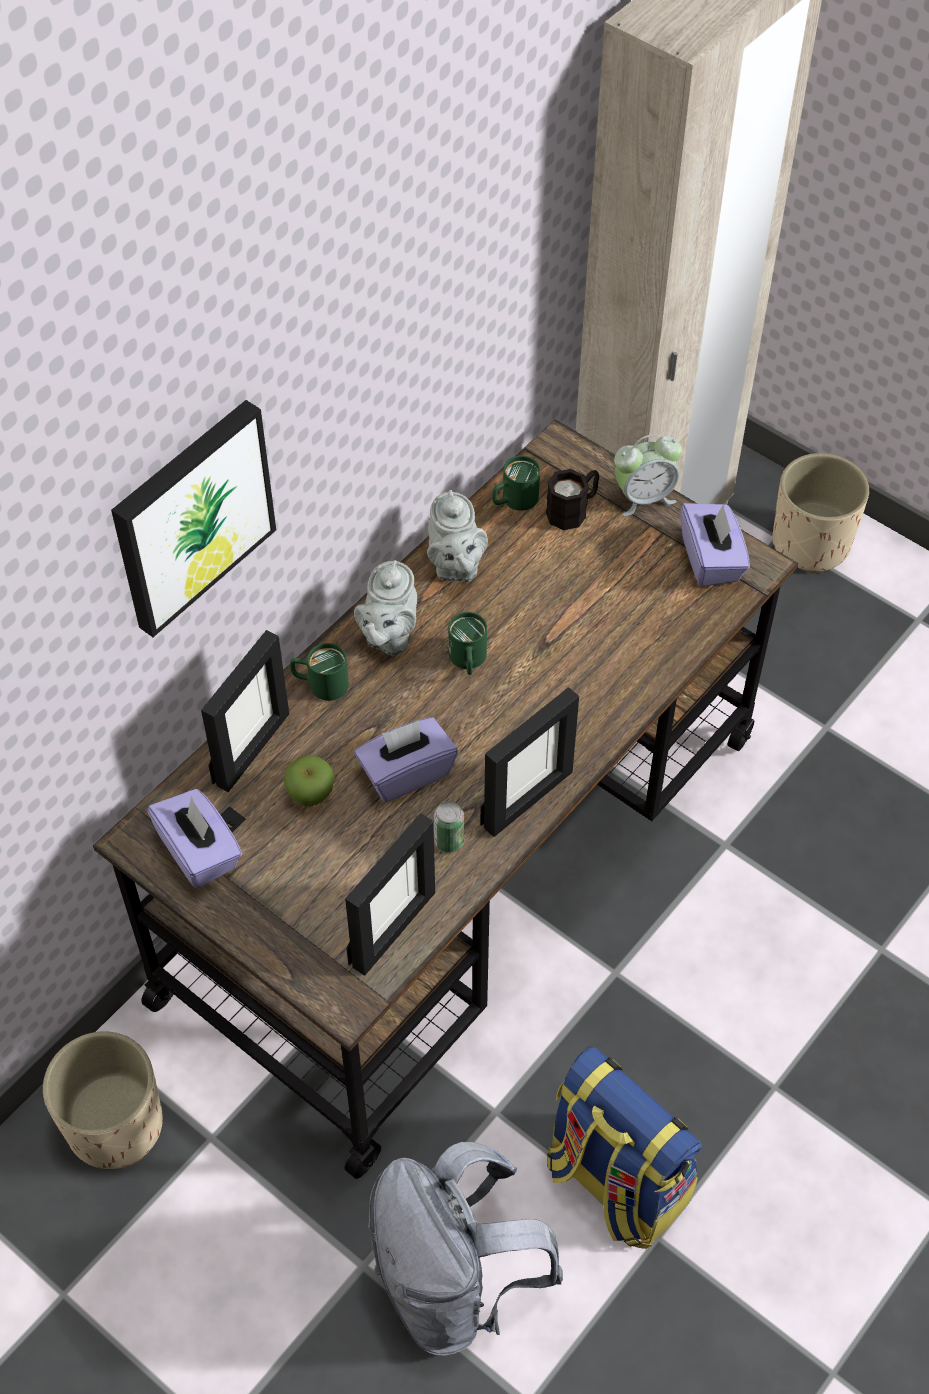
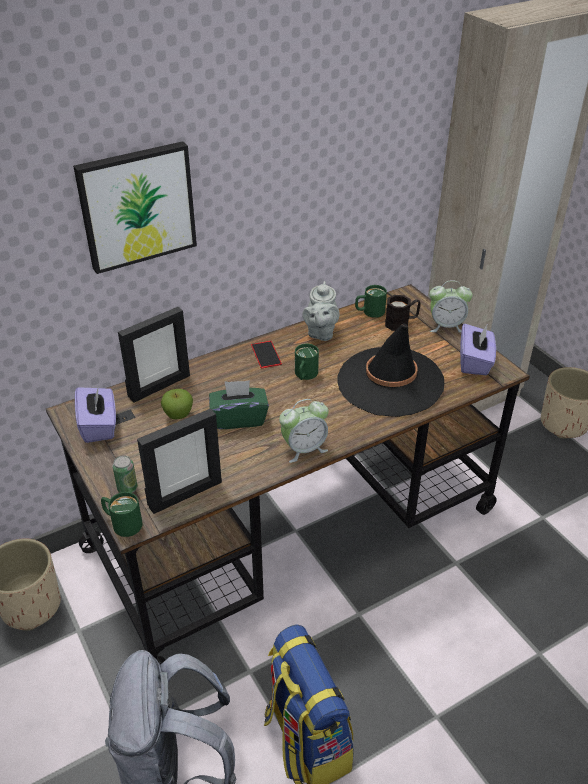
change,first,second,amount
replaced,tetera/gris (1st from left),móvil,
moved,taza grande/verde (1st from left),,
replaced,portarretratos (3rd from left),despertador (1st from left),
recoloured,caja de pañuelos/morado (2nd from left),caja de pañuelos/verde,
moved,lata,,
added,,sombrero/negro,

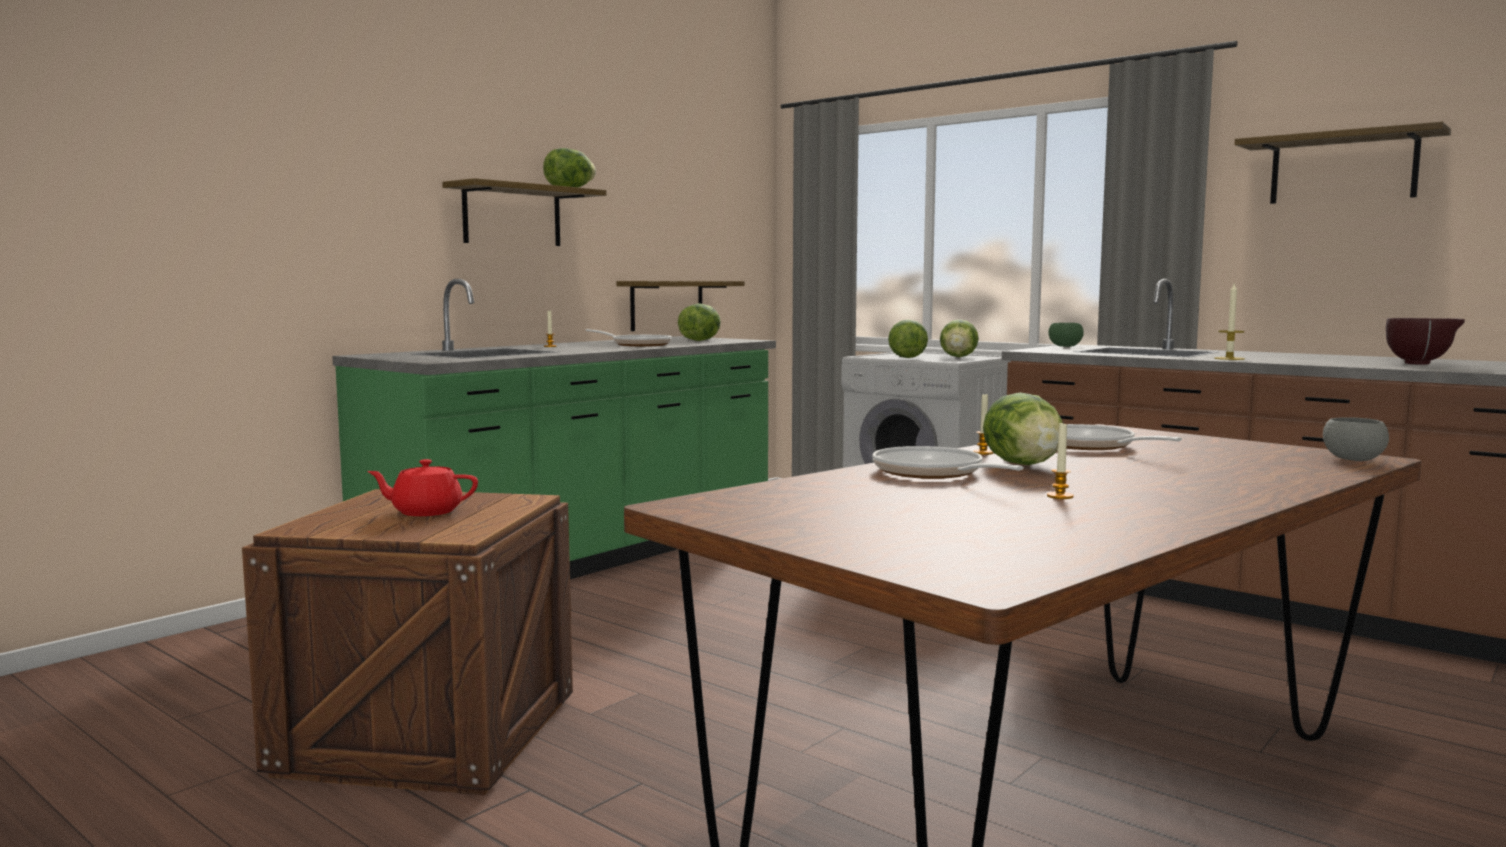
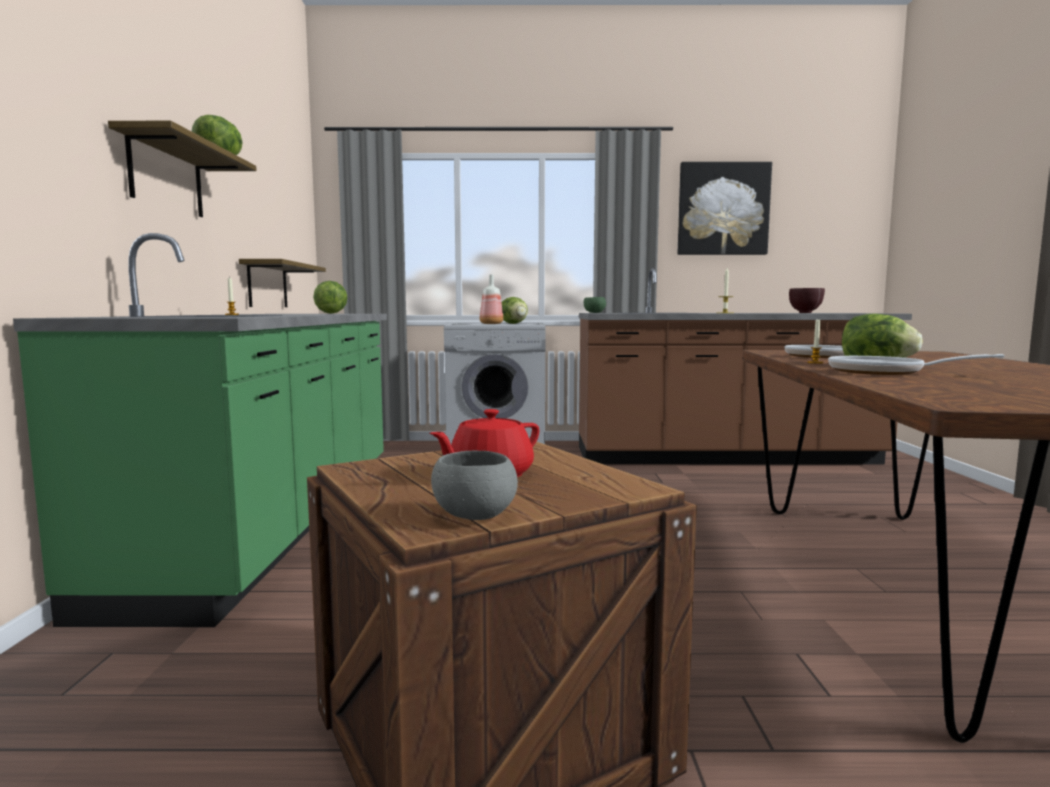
change,first,second,amount
replaced,estante (3rd from left),cuadro,
replaced,lechuga (3rd from left),botella,
removed,sartén (1st from left),,
moved,cuenco/gris,,
removed,vela (3rd from left),,

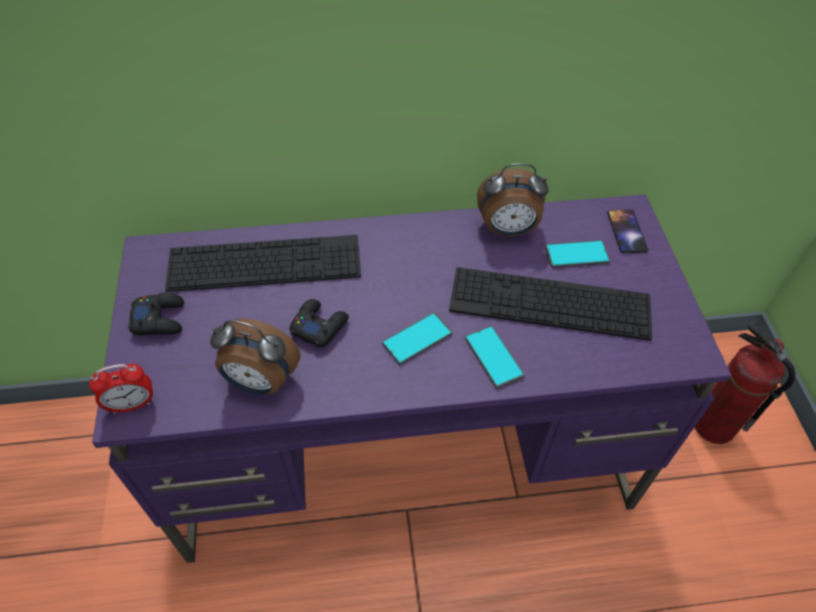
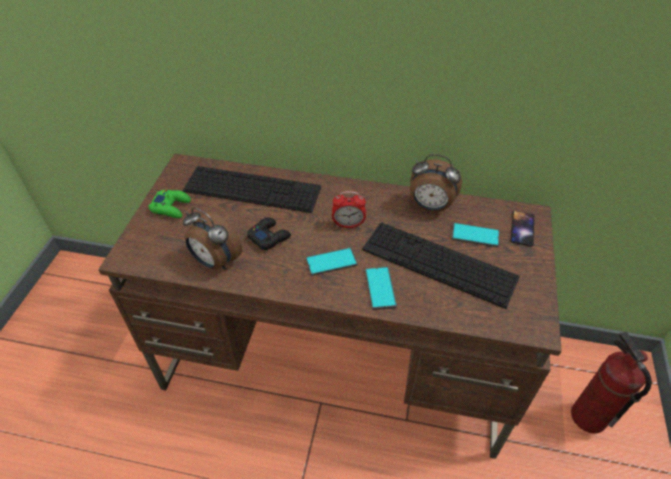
change,first,second,amount
recoloured,escritorio/morado,escritorio/marrón,
recoloured,mando de consola/negro (1st from left),mando de consola/verde,
moved,despertador (1st from left in the first image),despertador (2nd from left),

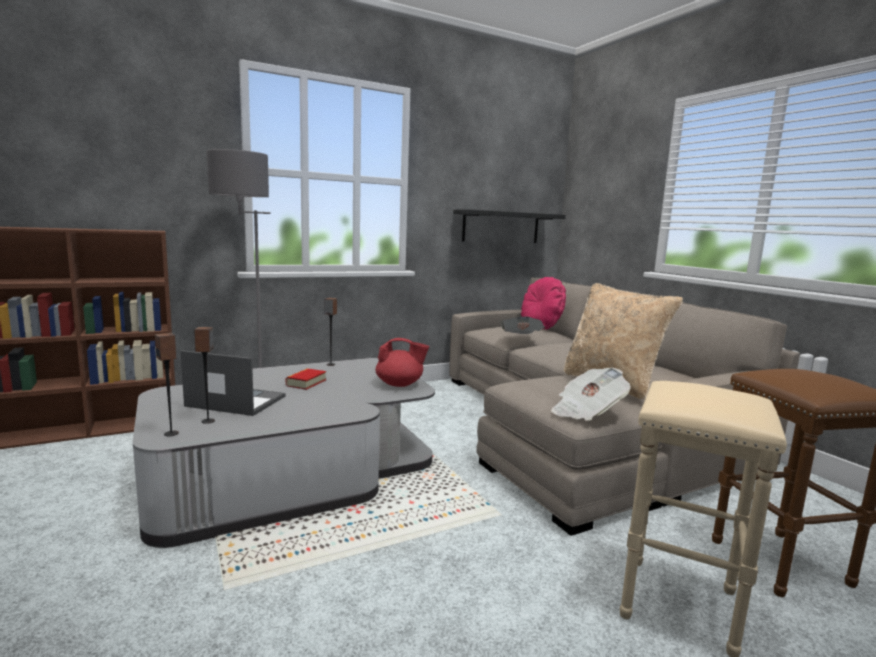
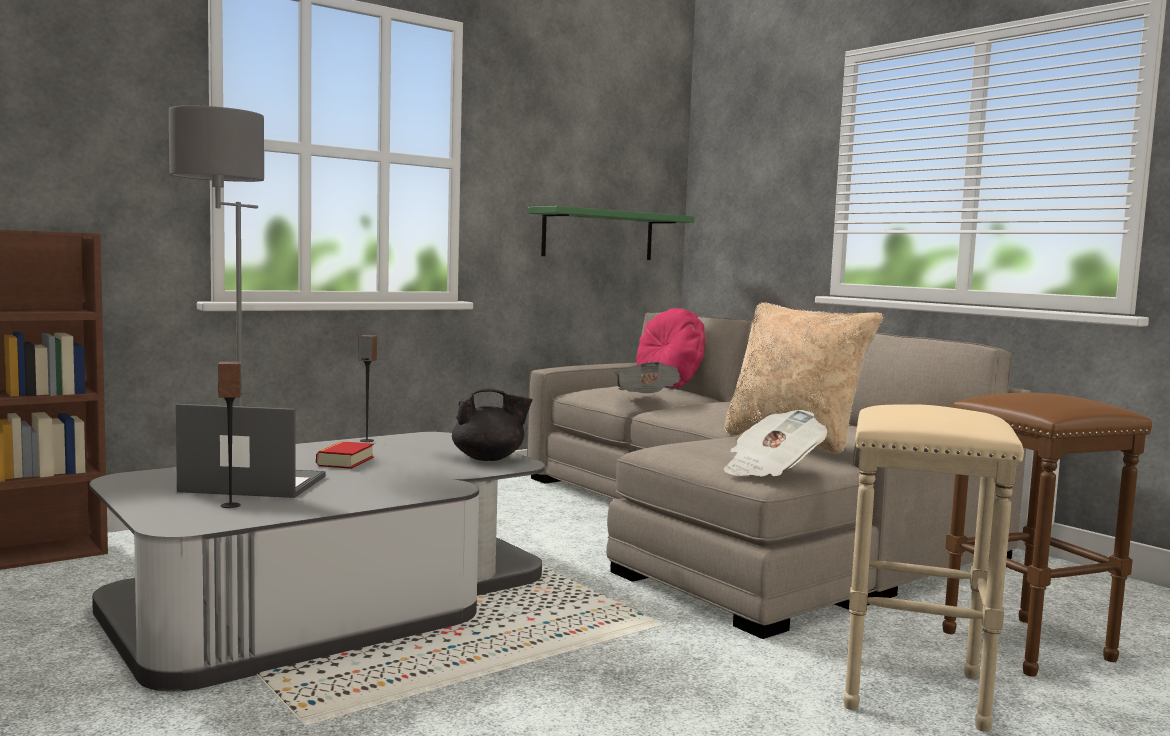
change,first,second,amount
recoloured,estante/negro,estante/verde,
removed,altavoz (1st from left),,
recoloured,tetera/rojo,tetera/negro,

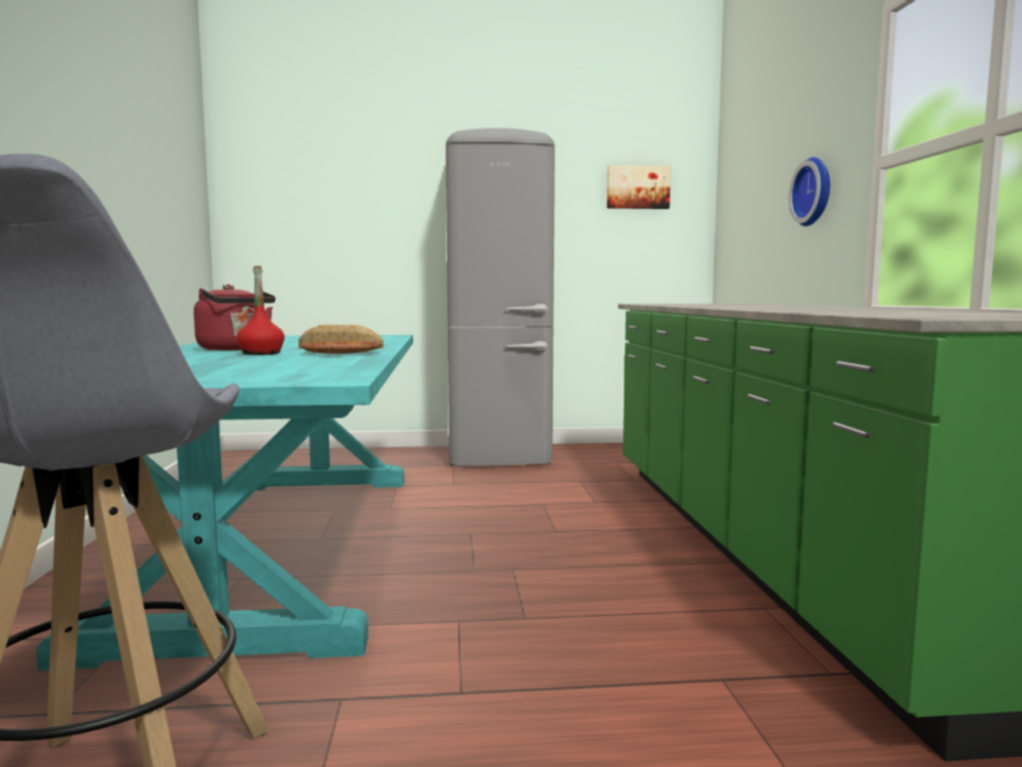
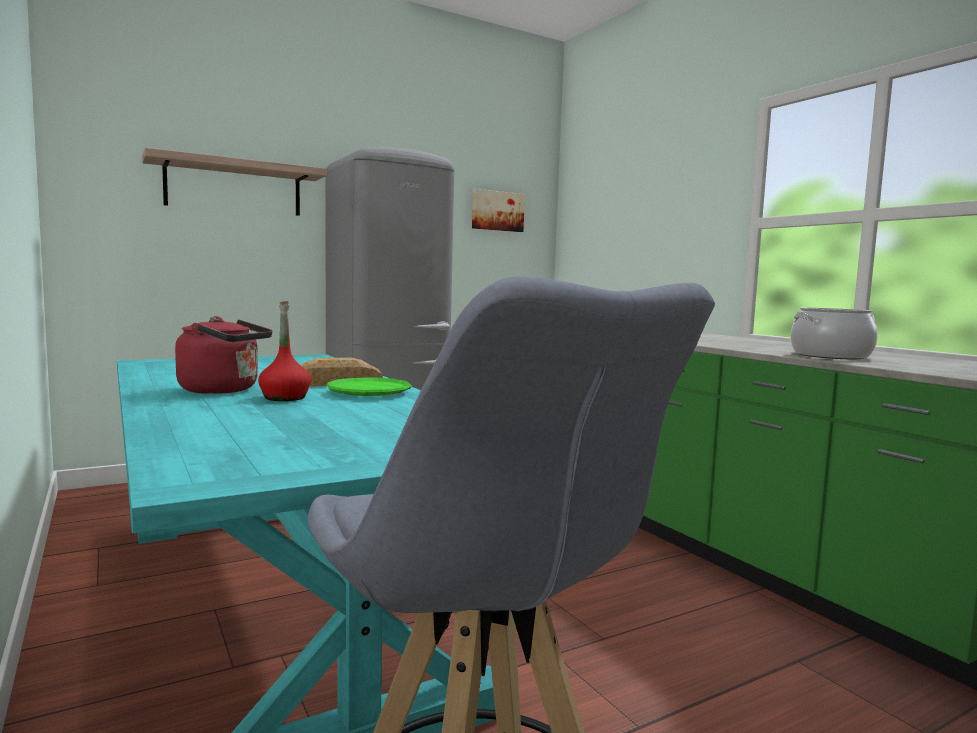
change,first,second,amount
removed,reloj de pared,,
recoloured,plato/marrón,plato/verde,
added,,estante,
added,,olla,

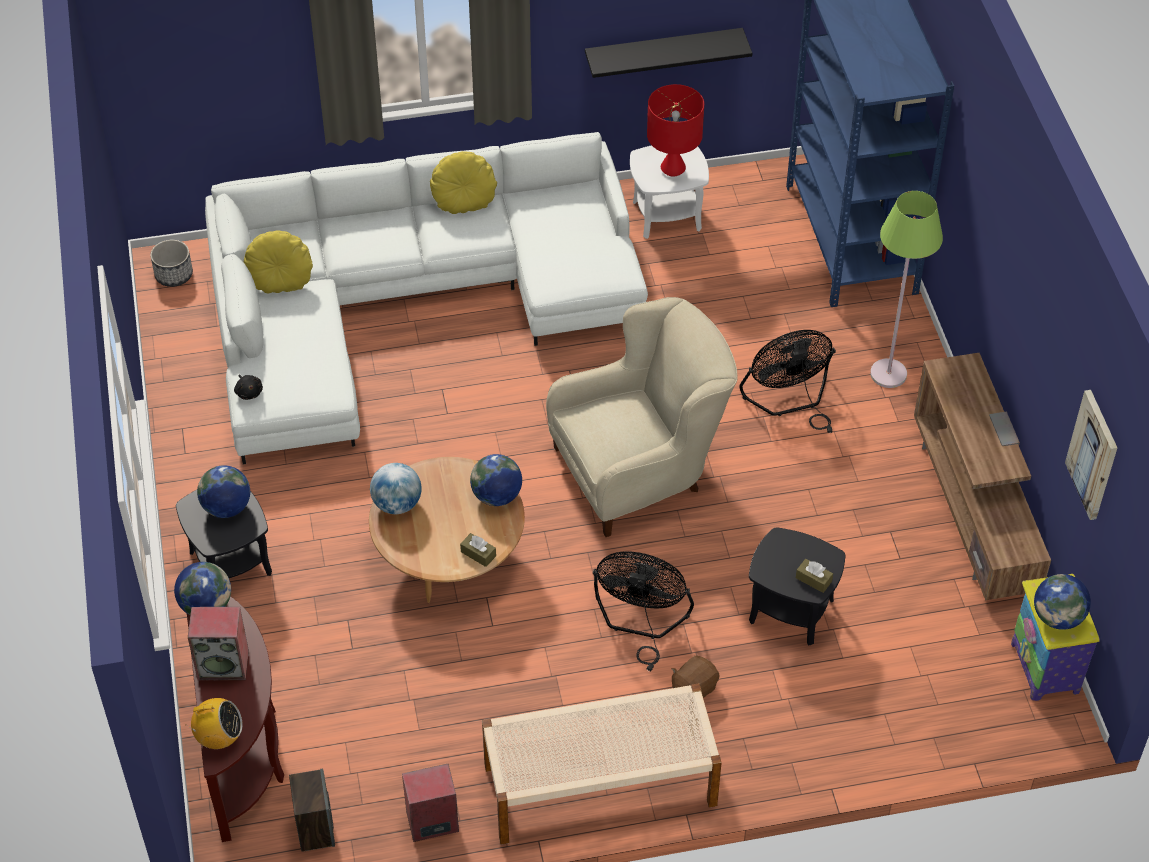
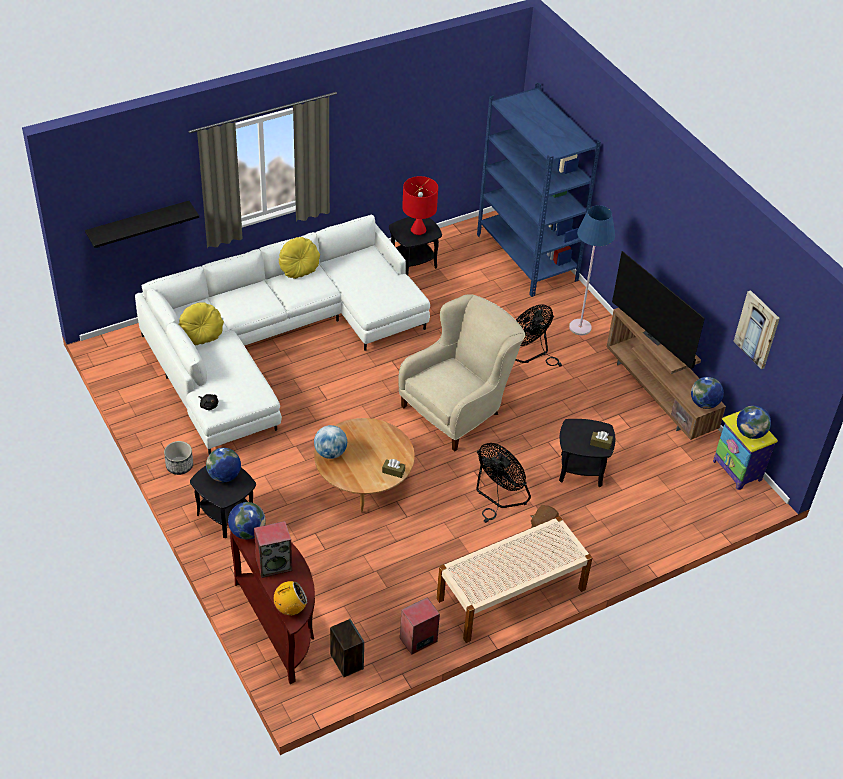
change,first,second,amount
moved,estante/negro,,
recoloured,mesa auxiliar/blanco,mesa auxiliar/negro (2nd from left),
recoloured,lámpara de pie/verde,lámpara de pie/azul,
moved,maceta,,
moved,globo terráqueo (4th from left),,
turned,ventilador/negro (1st from left),,45 degrees clockwise
added,,televisor,

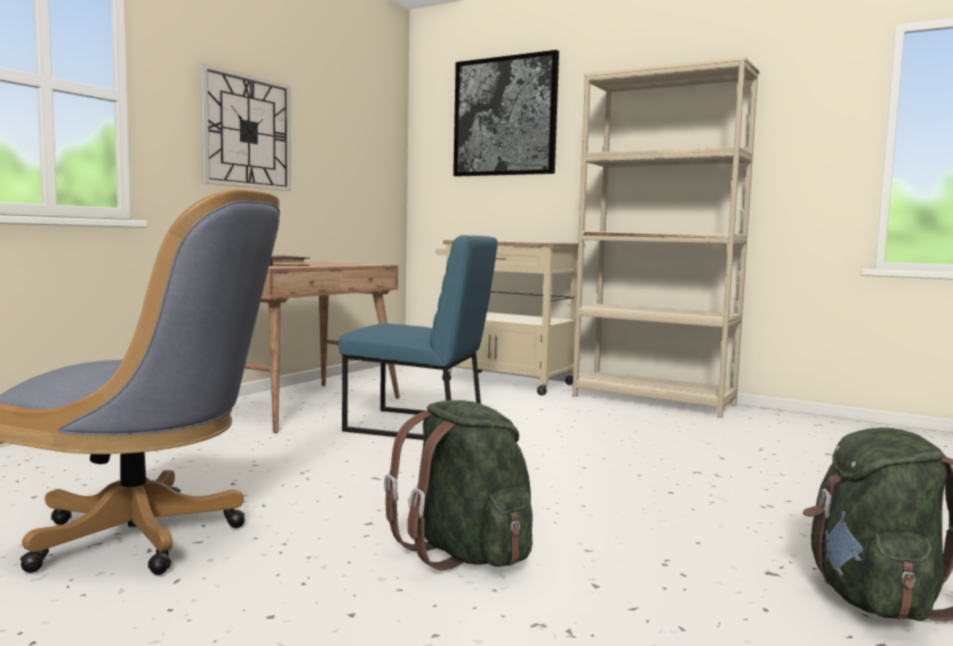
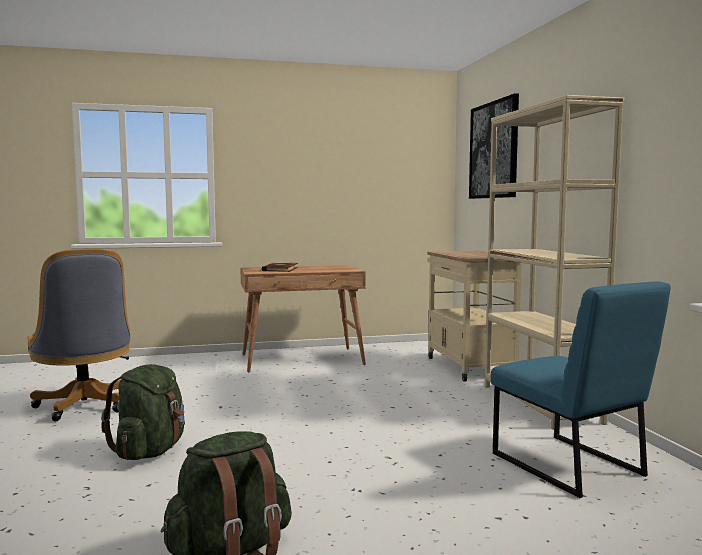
change,first,second,amount
removed,reloj de pared,,
moved,silla/azul,,

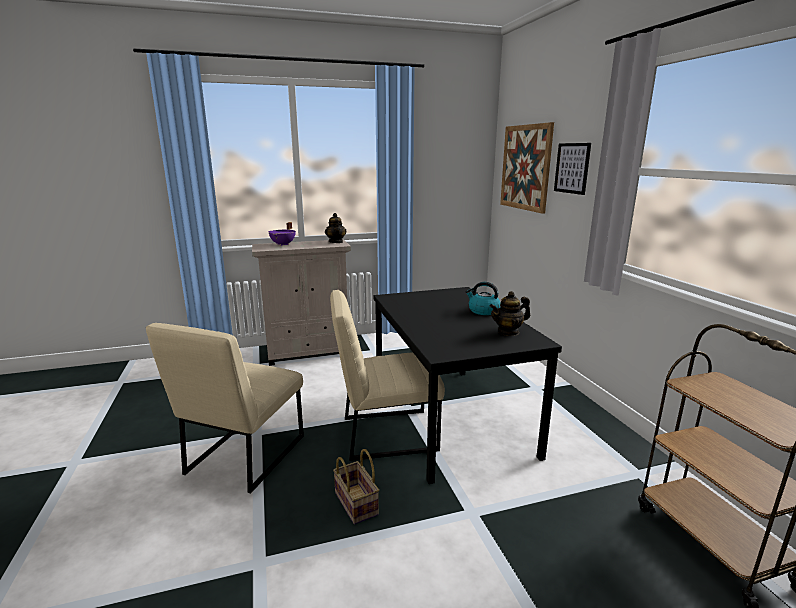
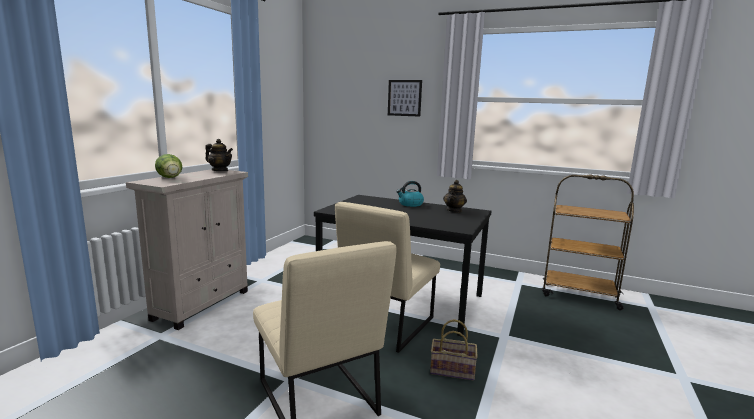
change,first,second,amount
removed,cuadro (1st from left),,
replaced,olla/morado,lechuga,

